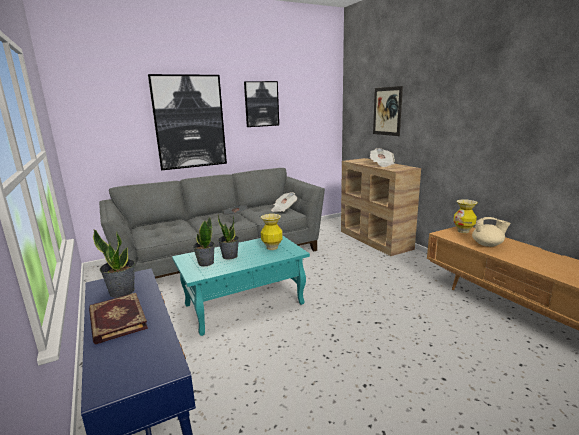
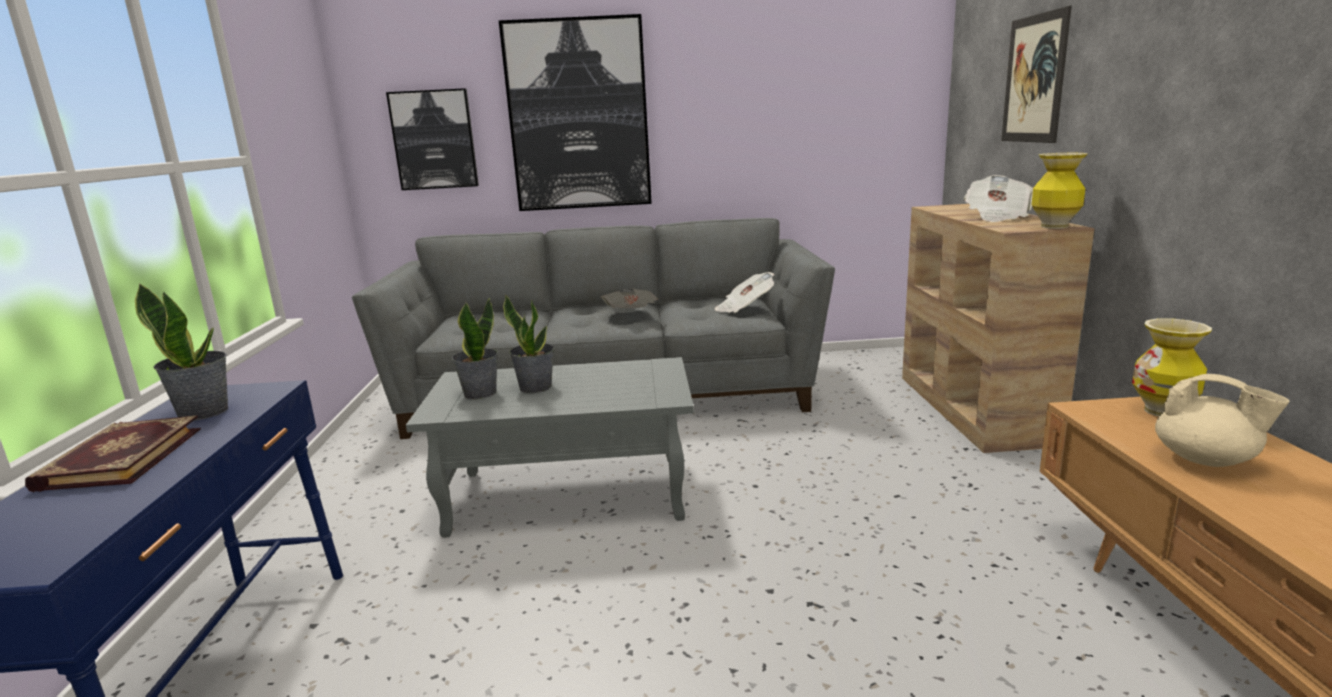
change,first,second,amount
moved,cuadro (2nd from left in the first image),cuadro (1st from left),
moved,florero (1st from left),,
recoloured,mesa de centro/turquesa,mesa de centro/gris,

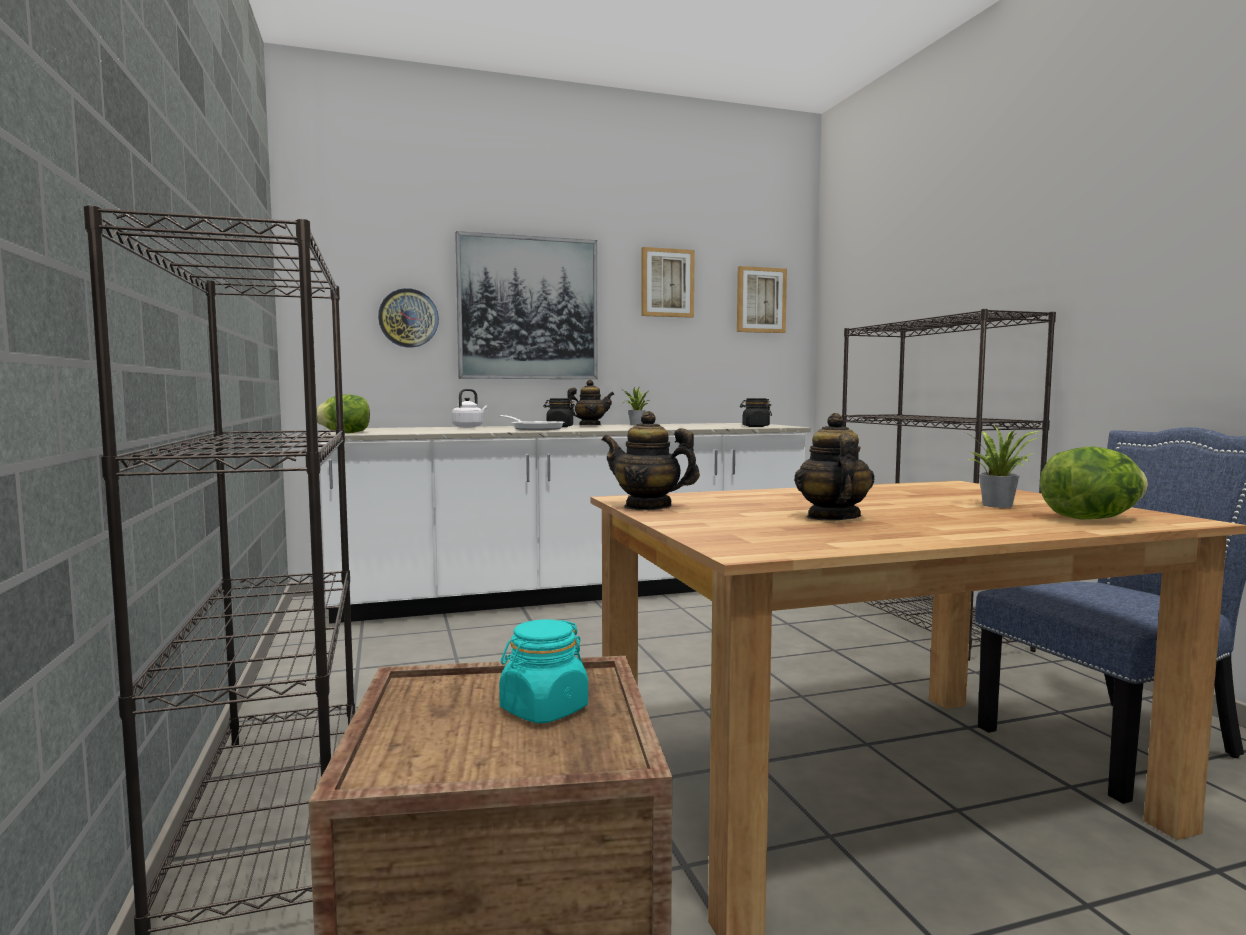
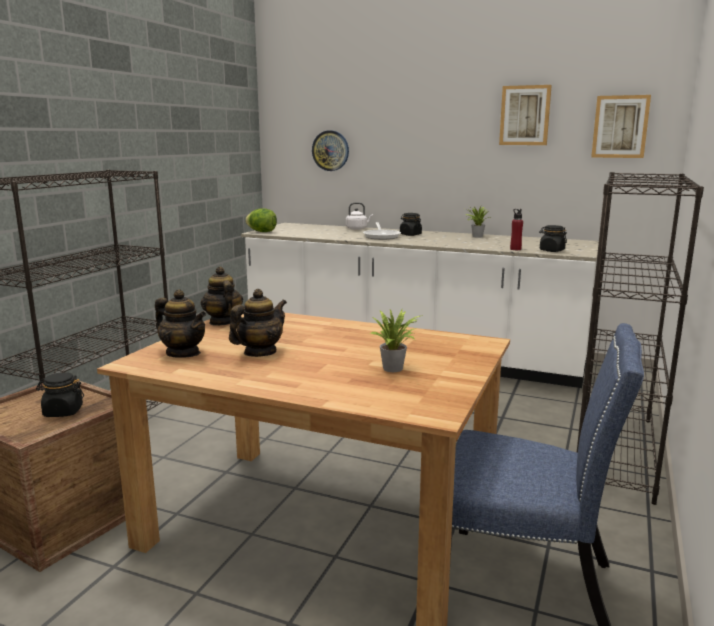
change,first,second,amount
removed,cuadro (1st from left),,
moved,tetera (1st from left),,
removed,lechuga (2nd from left),,
recoloured,tarro/turquesa,tarro/negro (1st from left),
added,,botella/rojo,

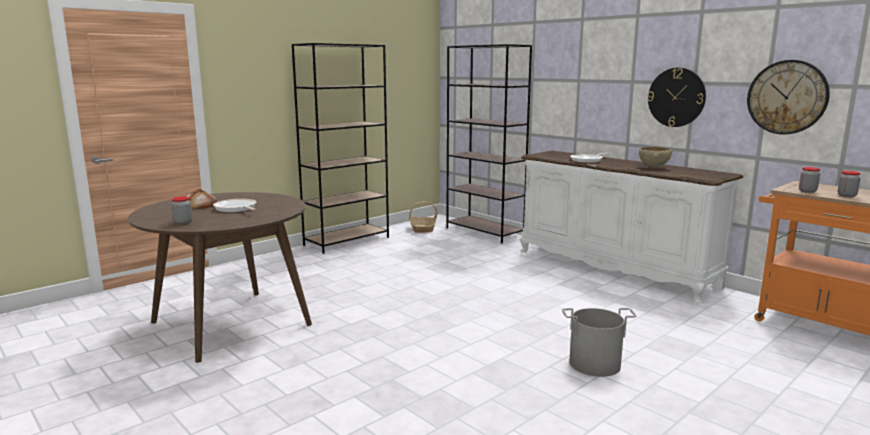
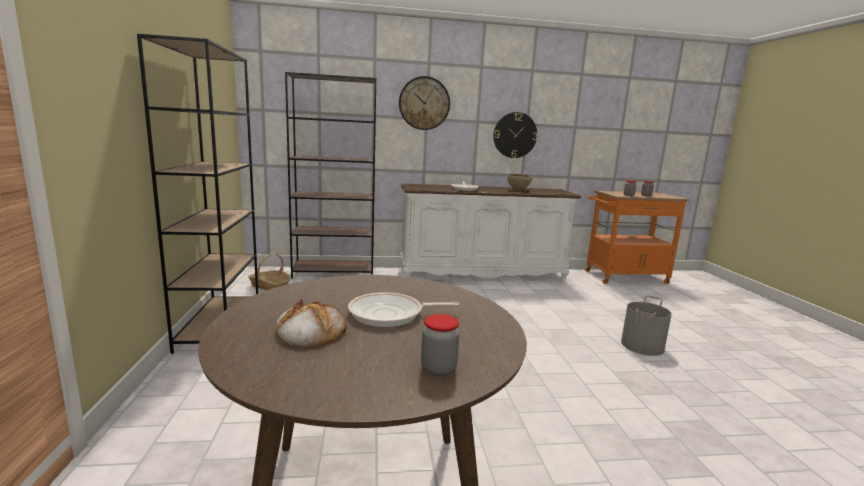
change,first,second,amount
moved,reloj de pared (2nd from left in the first image),reloj de pared (1st from left),

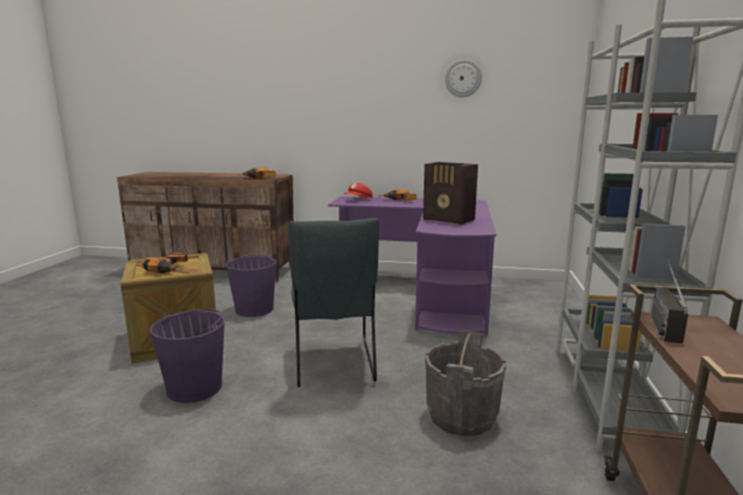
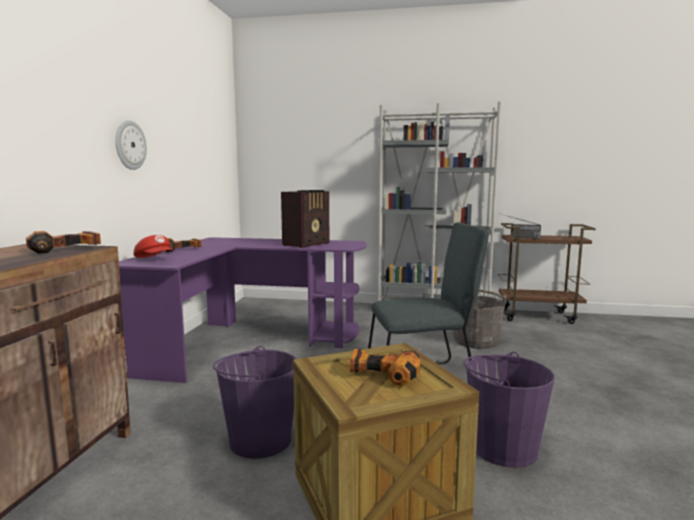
change,first,second,amount
moved,reloj de pared,,

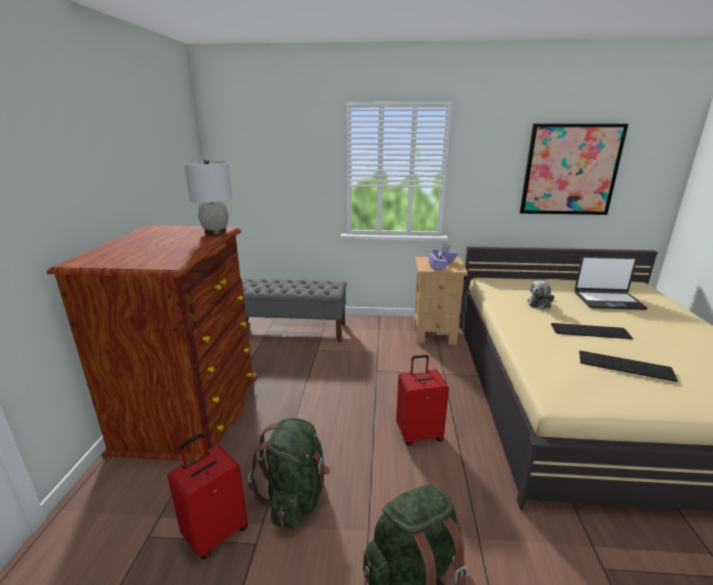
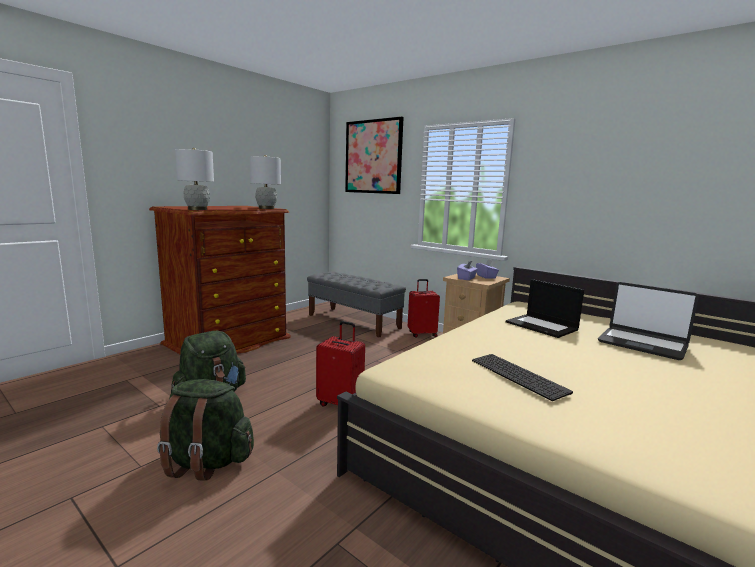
change,first,second,amount
moved,cuadro,,
replaced,peluche,portátil (1st from left),
removed,teclado (1st from left),,
moved,maleta/rojo (1st from left in the first image),maleta/rojo (2nd from left),
added,,lámpara de mesa/blanco (1st from left),

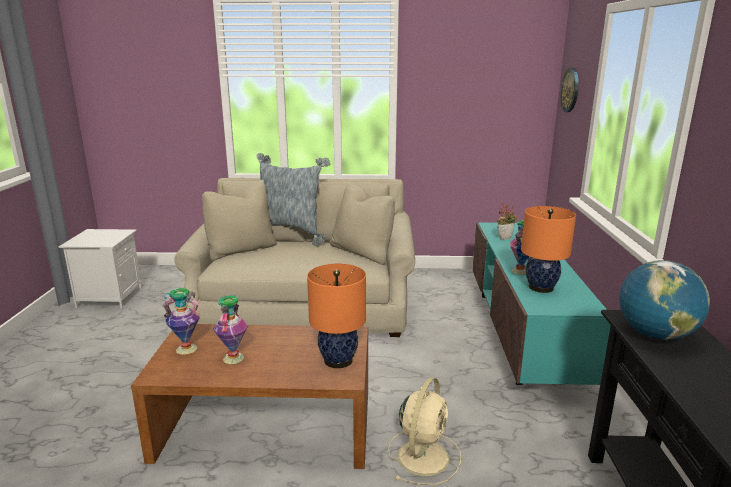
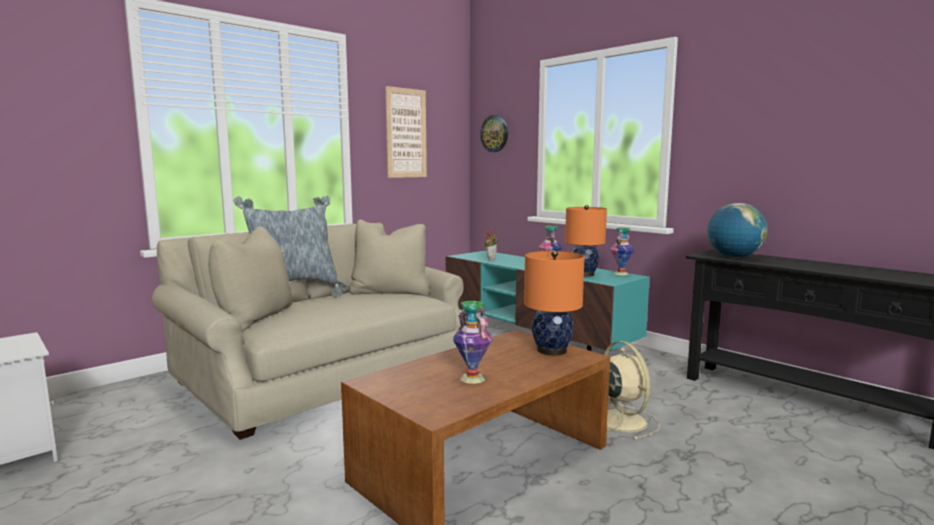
change,first,second,amount
moved,florero (1st from left in the first image),florero (3rd from left),
added,,cuadro,

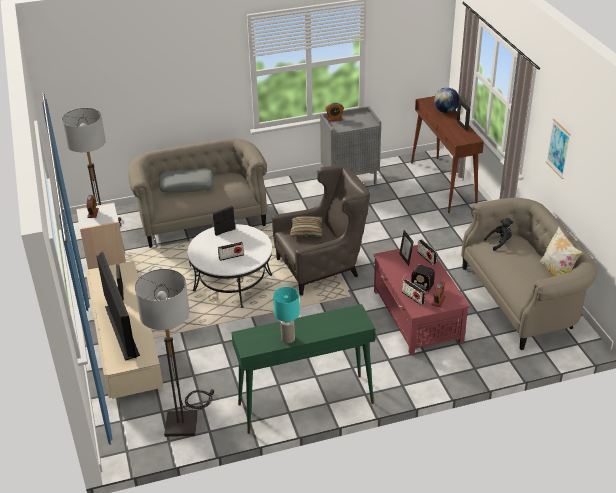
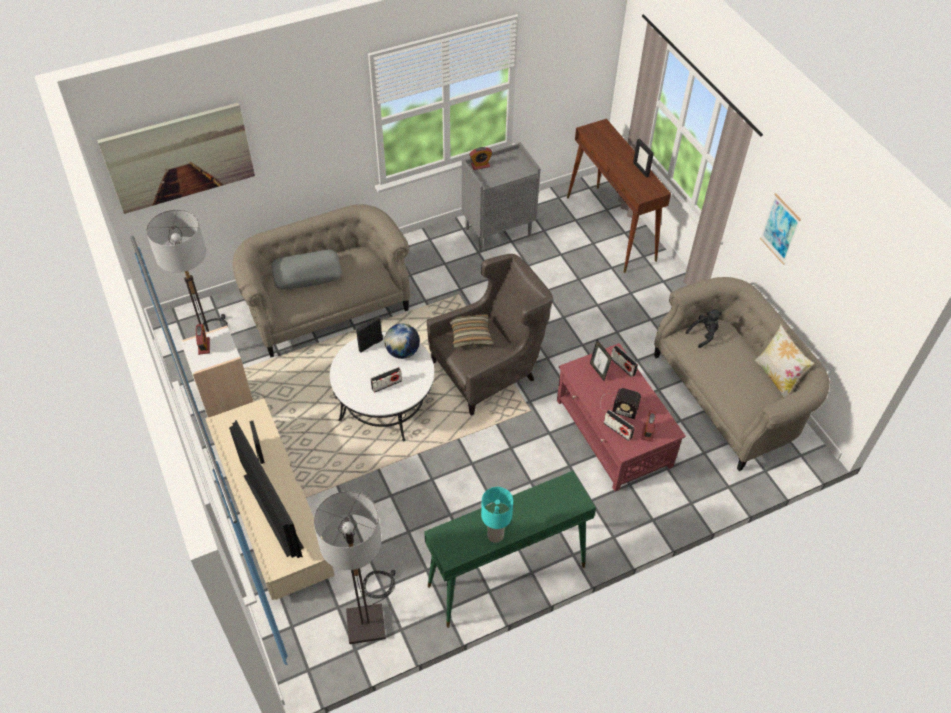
change,first,second,amount
moved,globo terráqueo,,
added,,cuadro (1st from left),

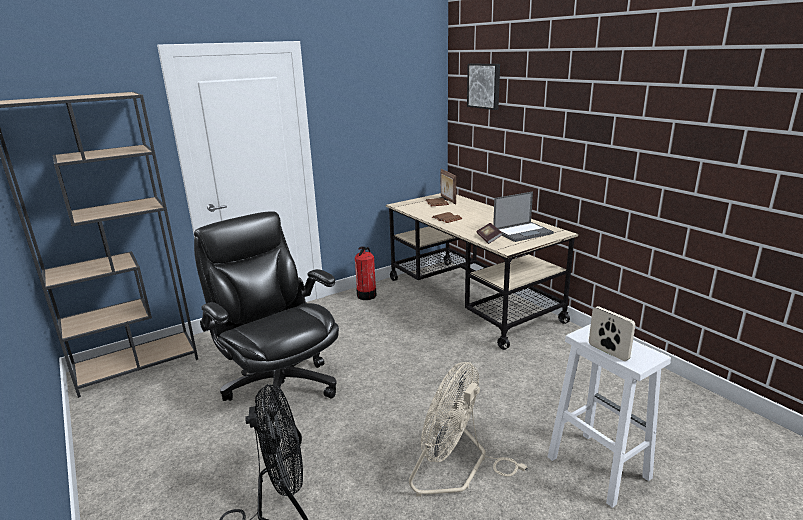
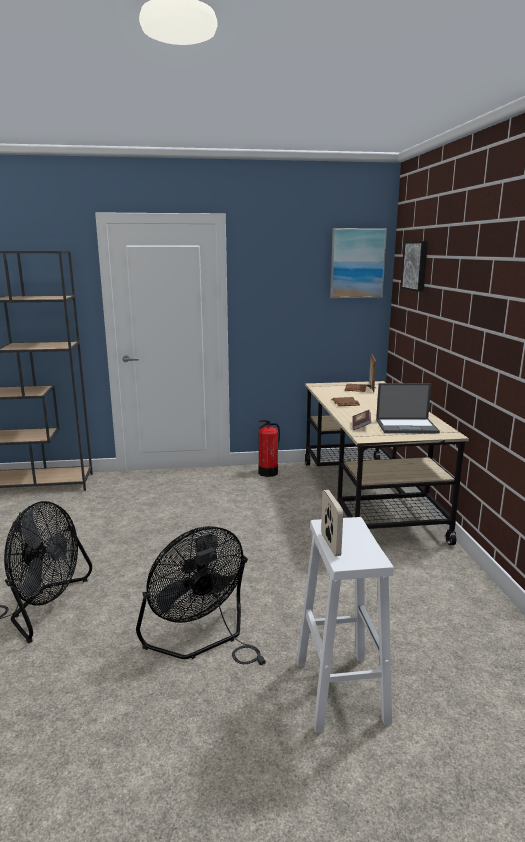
change,first,second,amount
removed,silla de oficina/negro,,
recoloured,ventilador/beis,ventilador/negro (2nd from left),
added,,cuadro (1st from left),

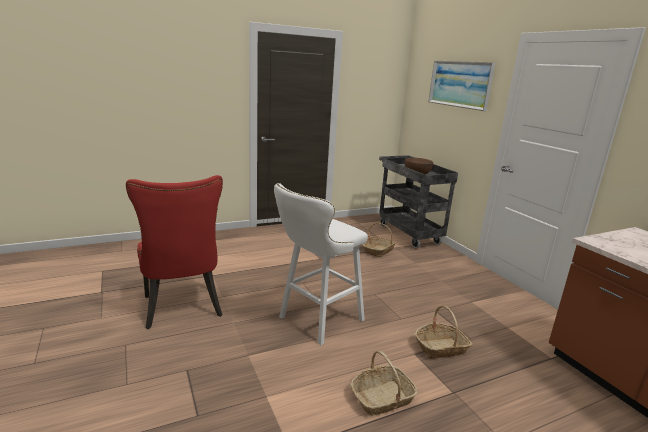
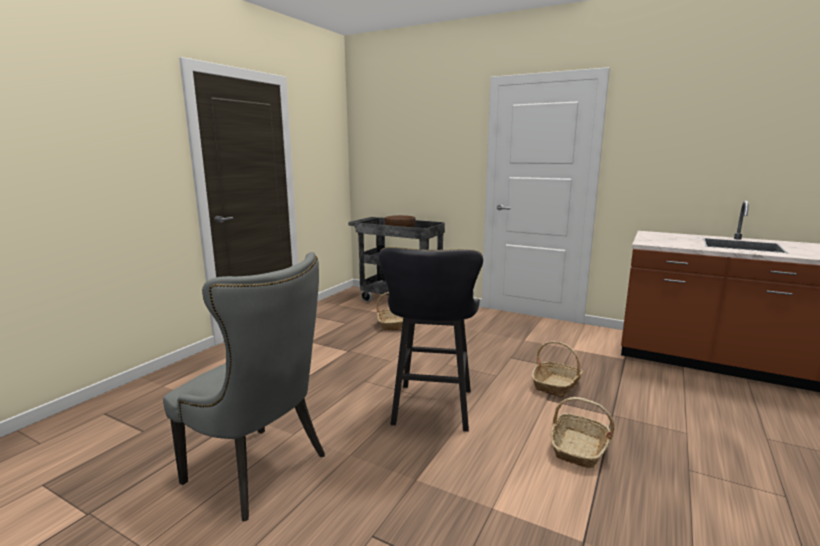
change,first,second,amount
removed,cuadro,,
recoloured,silla/rojo,silla/gris,
recoloured,taburete/blanco,taburete/negro,

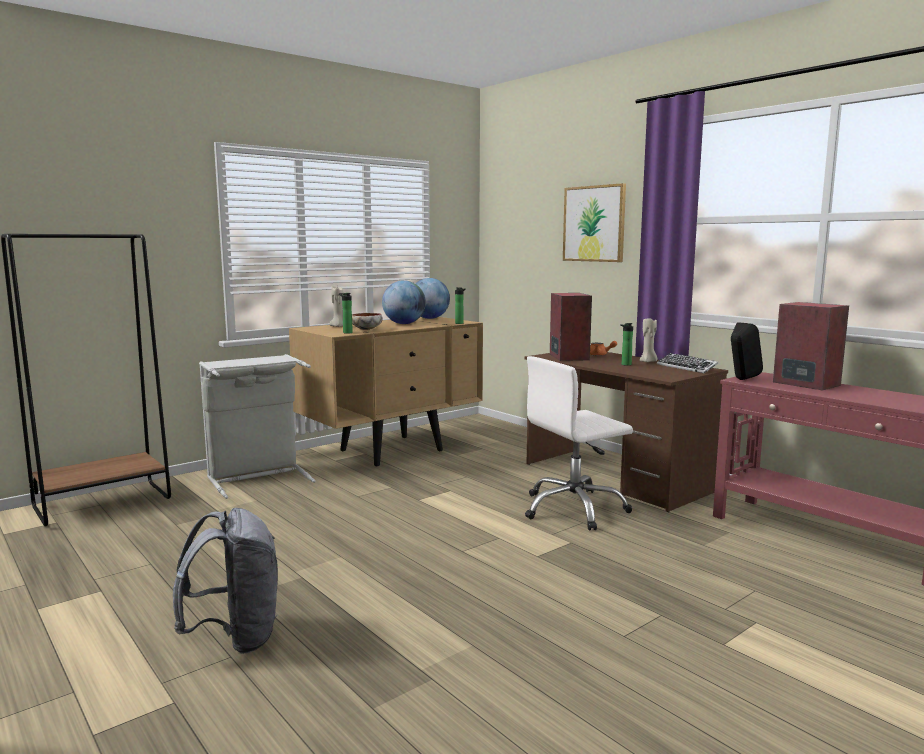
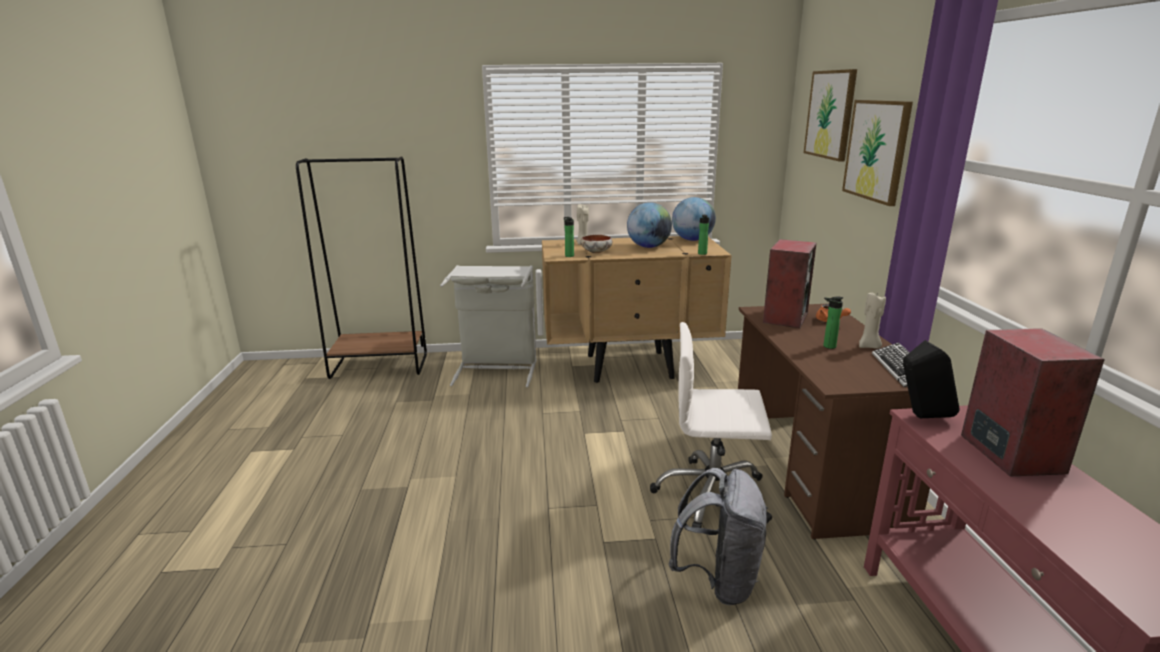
change,first,second,amount
moved,mochila/gris,,
added,,cuadro (1st from left),

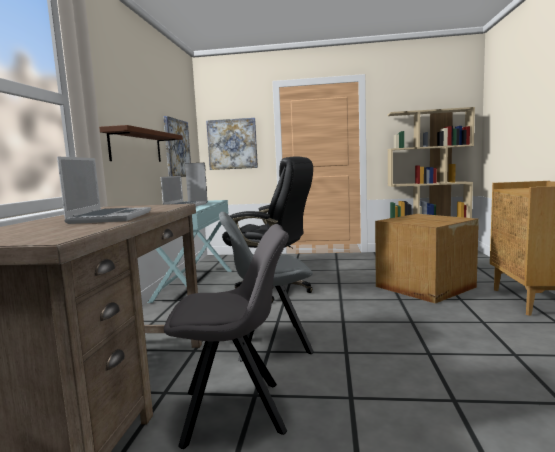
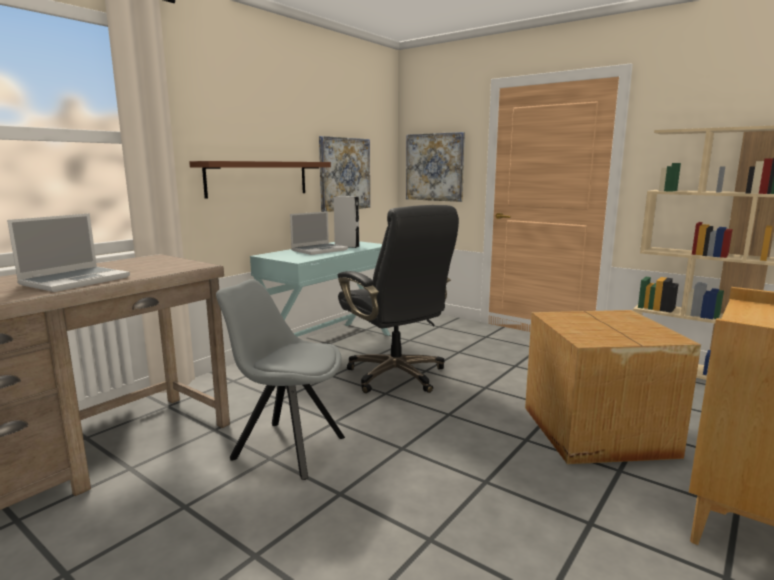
change,first,second,amount
removed,silla/gris (1st from left),,

